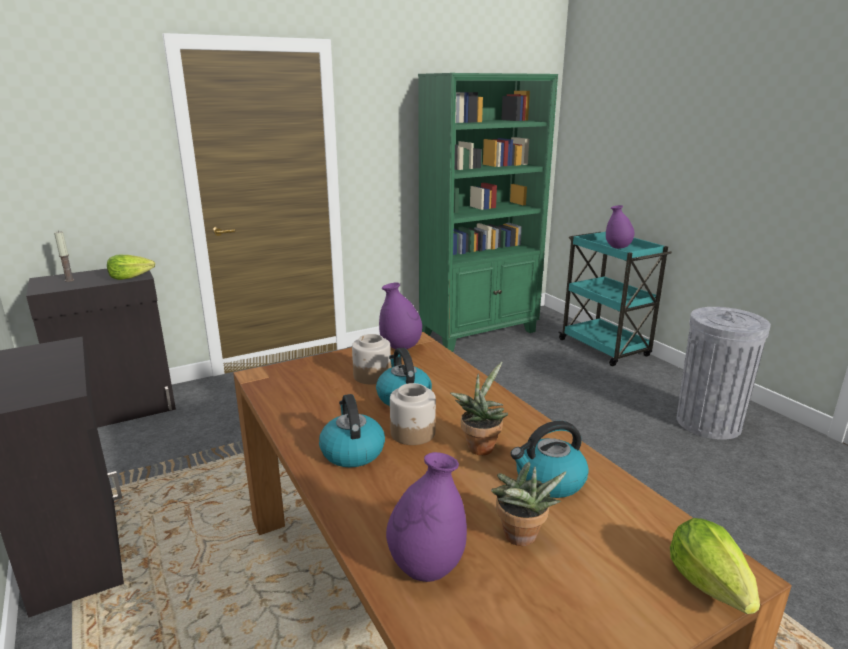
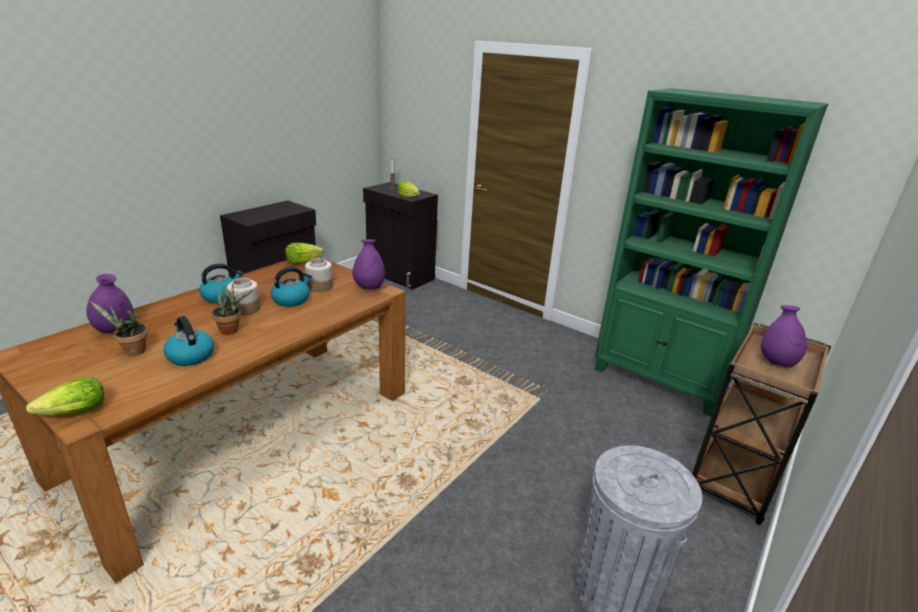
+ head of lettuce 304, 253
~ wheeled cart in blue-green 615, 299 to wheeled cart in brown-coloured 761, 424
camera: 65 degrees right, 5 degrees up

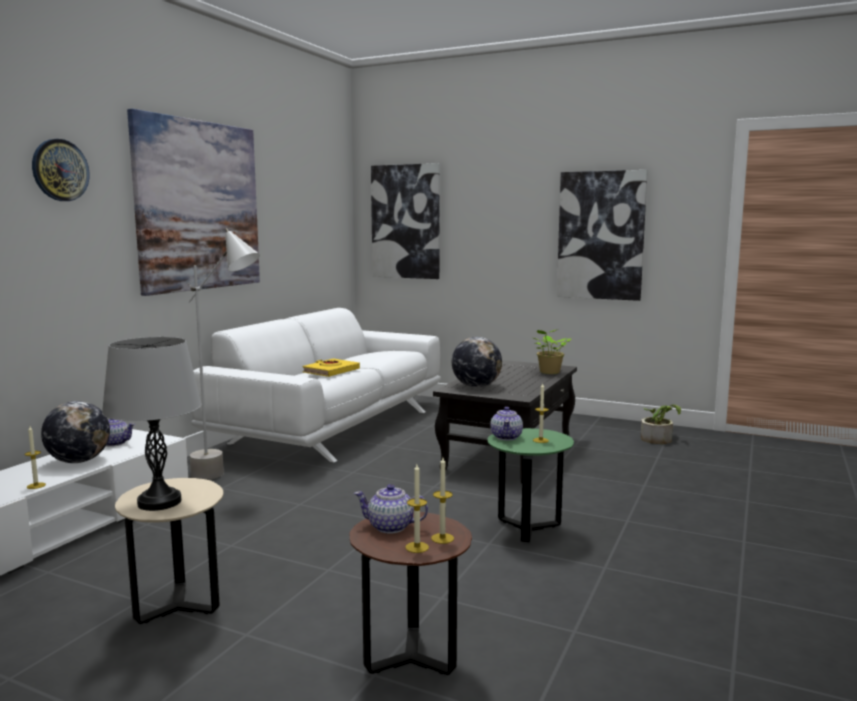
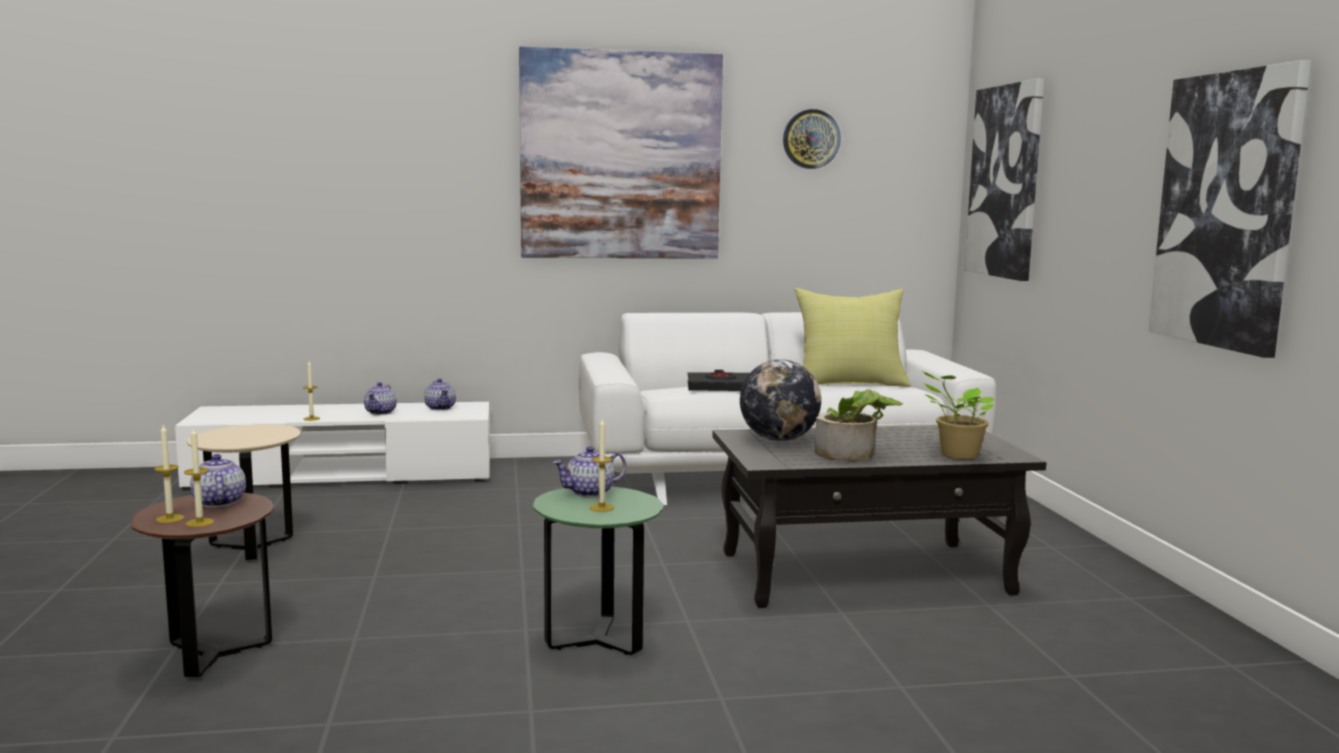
- table lamp in gray 151, 424
- standing lamp in gray 224, 354
+ cushion in yellow 852, 337
~ clock on the wall 60, 170 to 812, 139
~ potted plant 661, 424 to 859, 425
~ desk globe 75, 432 to teapot 380, 398
~ volume in yellow 331, 367 to volume in black-coloured 718, 380
camera: 55 degrees right, 0 degrees up

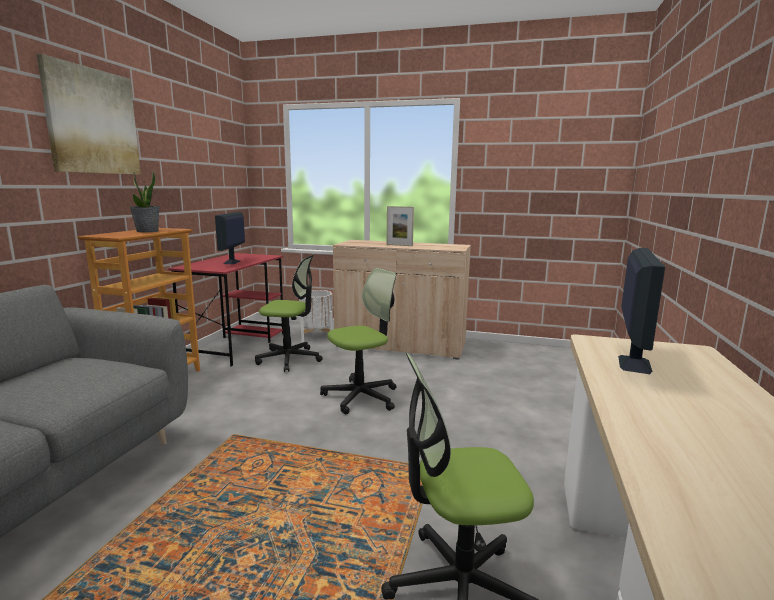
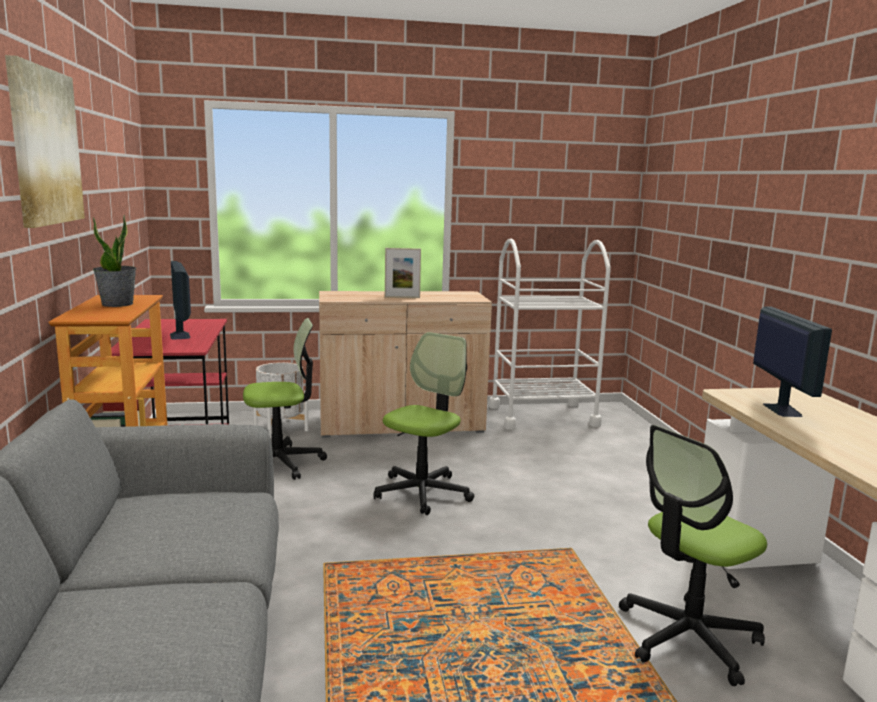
+ wheeled cart in whitish 550, 334
camera: 25 degrees left, 0 degrees up

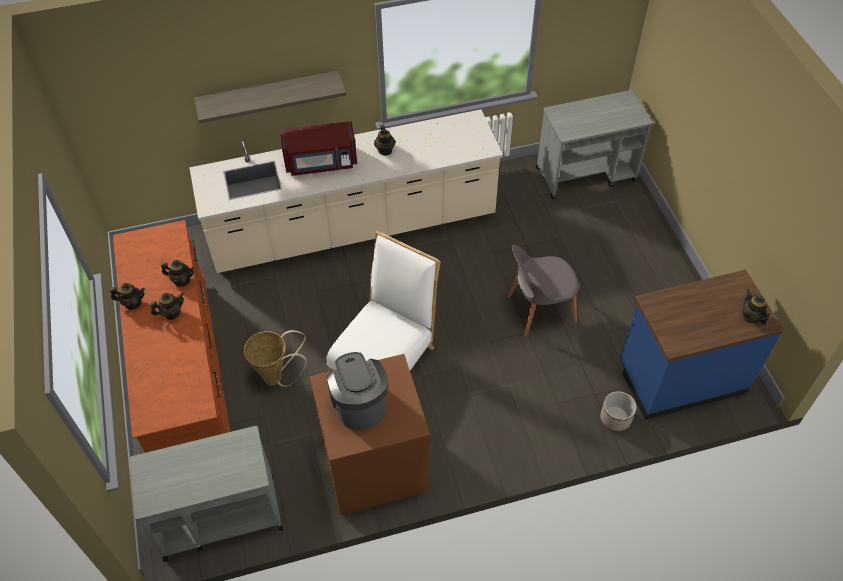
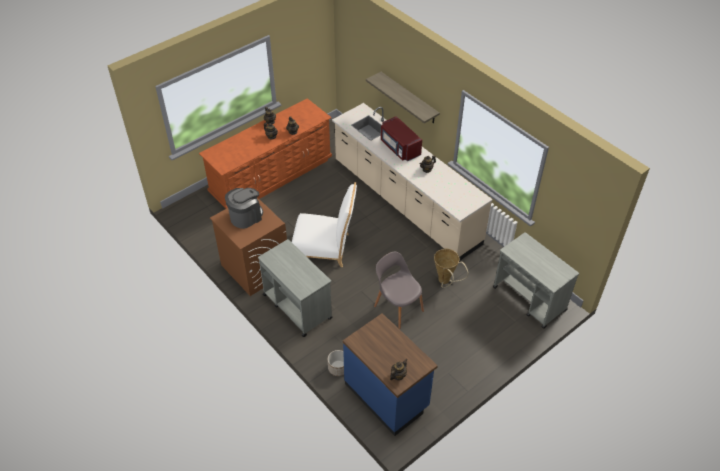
~ wheeled cart in gray 206, 494 to 295, 288
~ household basket 275, 358 to 451, 268
camera: 65 degrees right, 5 degrees down

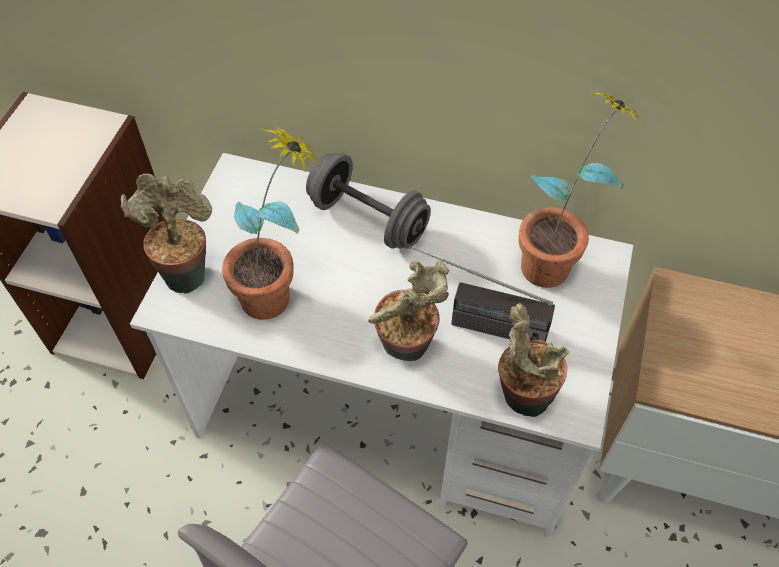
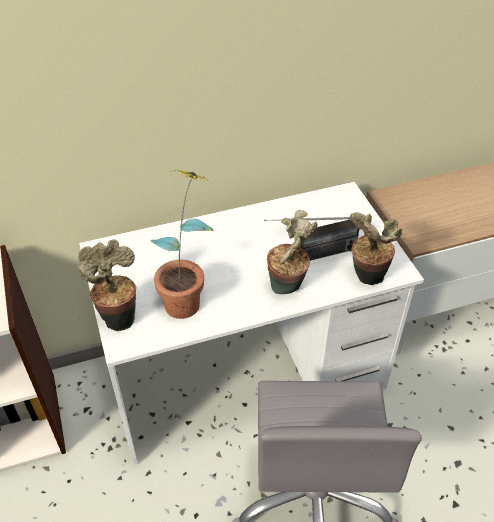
- hand weight in gray 368, 201
- potted plant 581, 187
camera: 35 degrees left, 10 degrees down

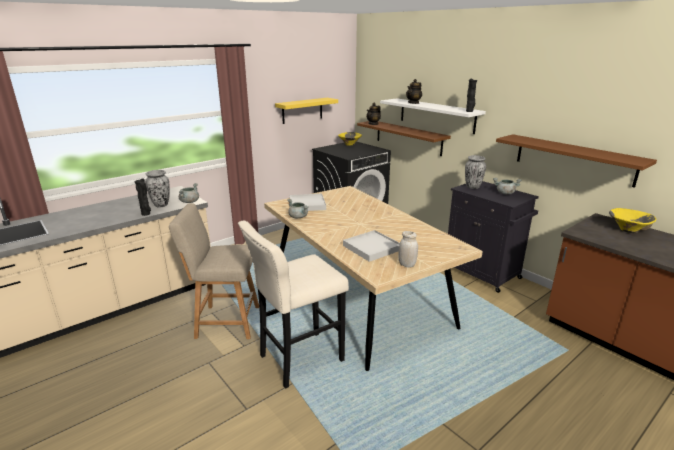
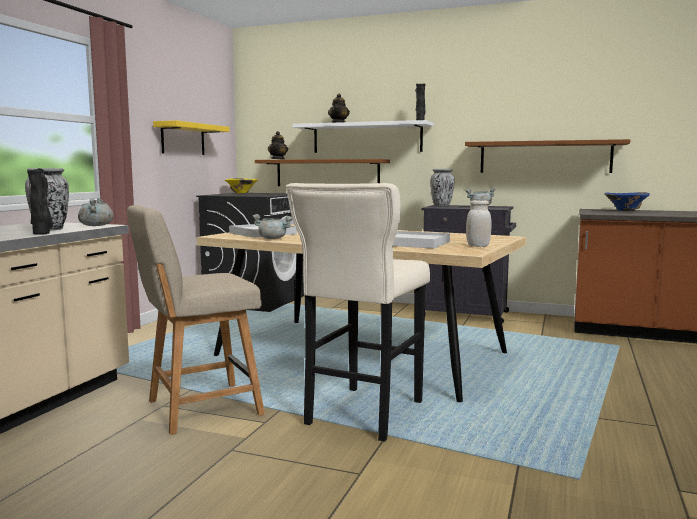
~ bowl in yellow 632, 220 to bowl in blue-coloured 627, 201
camera: 30 degrees left, 15 degrees down

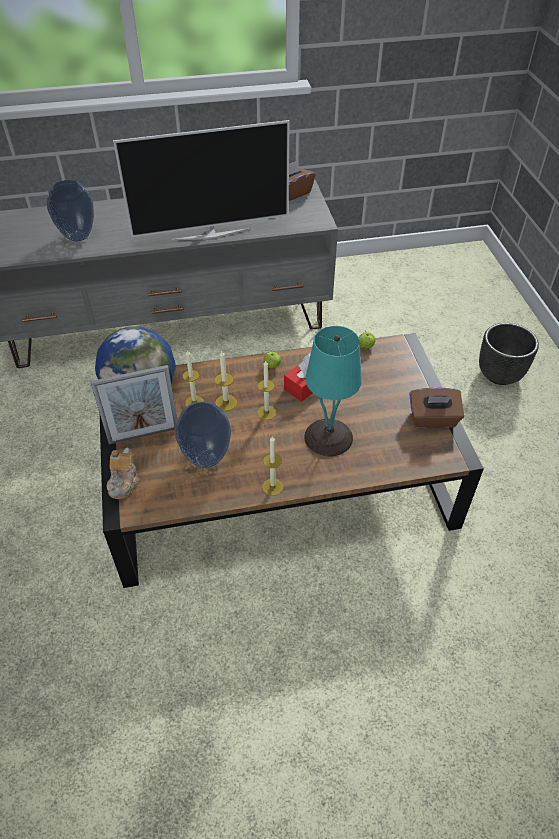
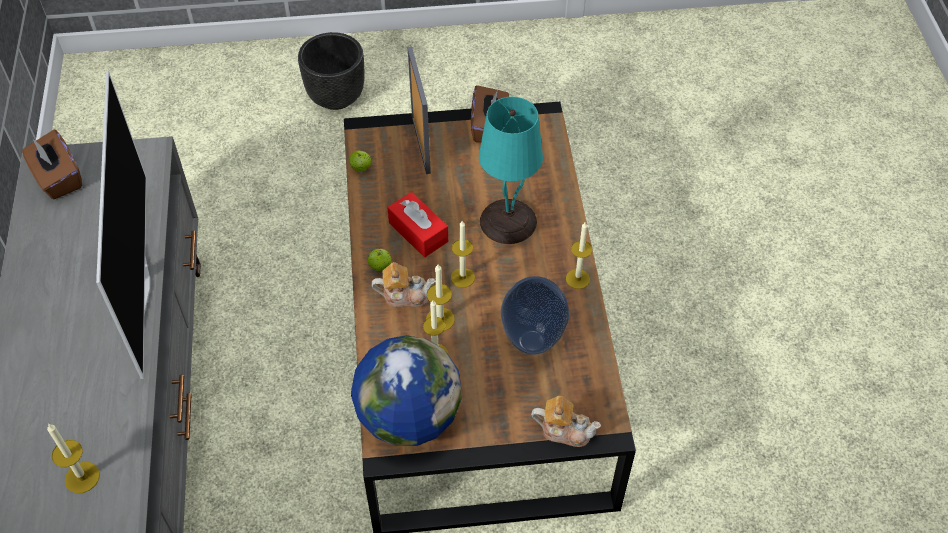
+ teapot 403, 284
~ picture frame 133, 405 to 419, 110
~ vase 70, 211 to wax light 73, 458
camera: 85 degrees left, 5 degrees up

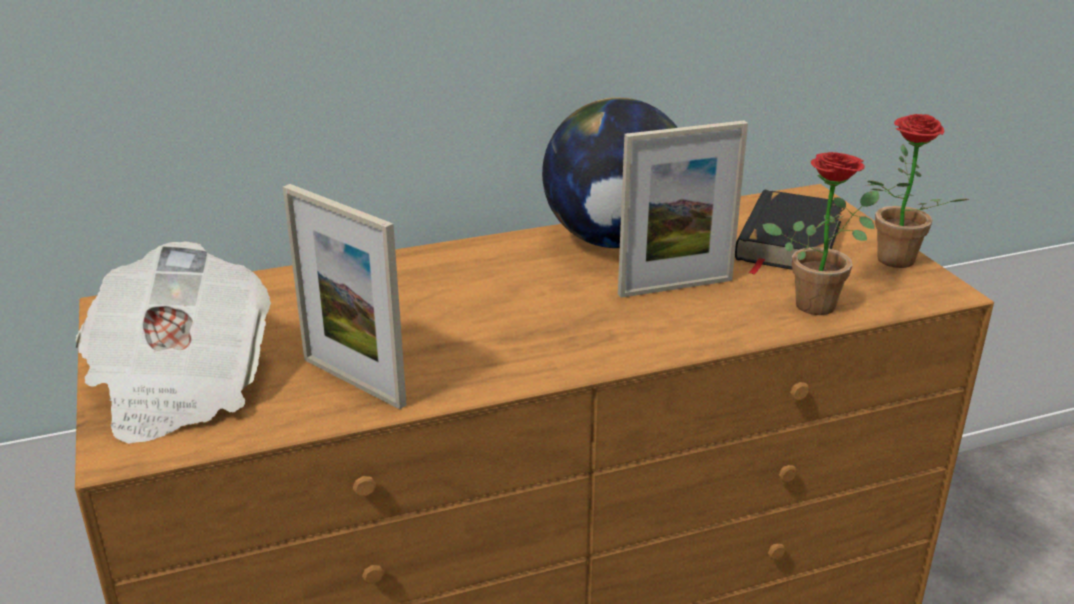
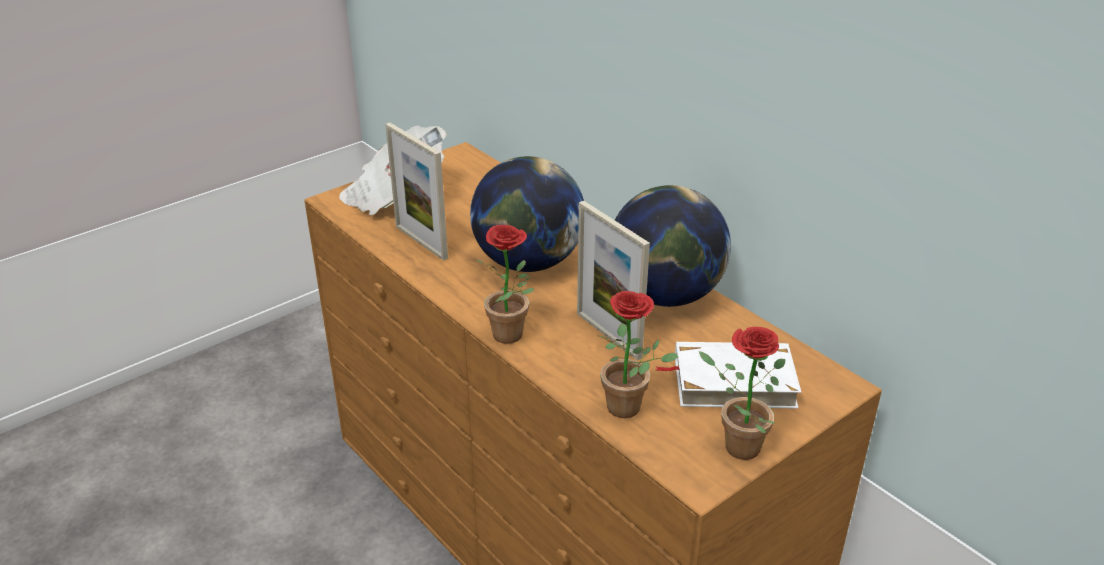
+ desk globe 527, 214
+ potted plant 505, 284
~ volume in black-coloured 788, 232 to volume in whitish 728, 375
~ picture frame 345, 296 = 416, 191 60 degrees counterclockwise
camera: 70 degrees right, 5 degrees up

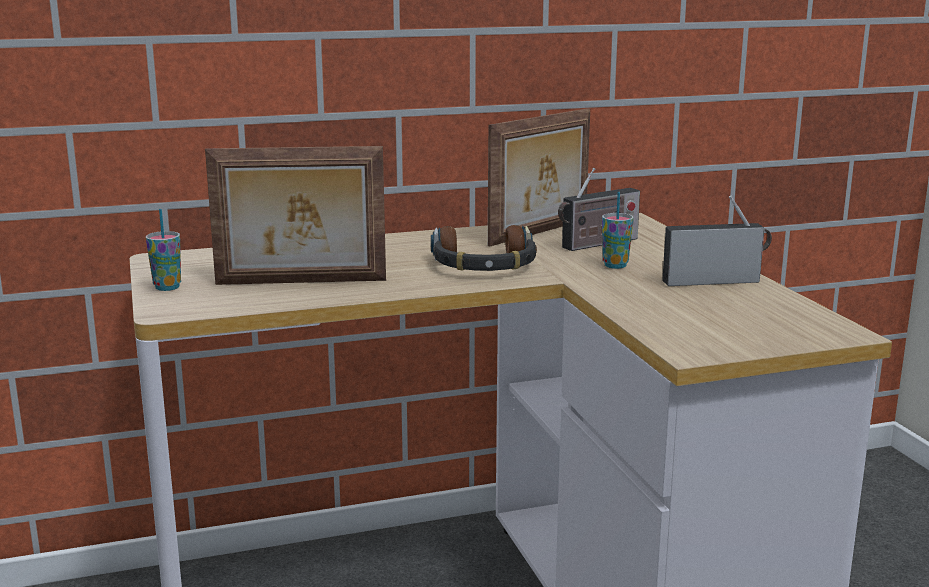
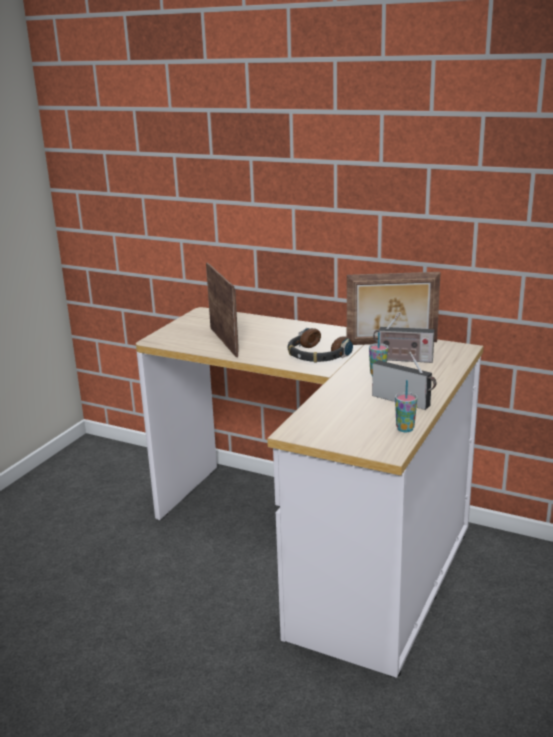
~ drinking cup 163, 250 to 406, 406
~ picture frame 295, 215 = 222, 309 150 degrees counterclockwise
camera: 45 degrees right, 5 degrees up

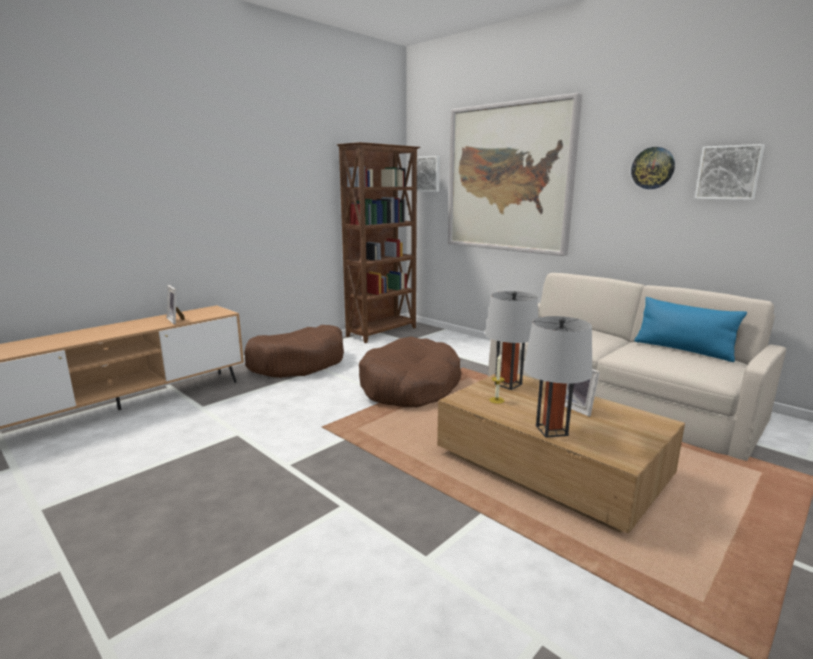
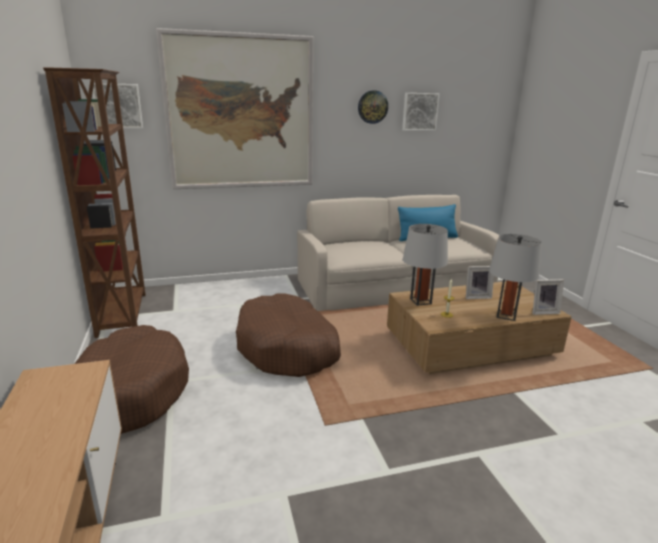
~ picture frame 176, 304 to 548, 297
camera: 60 degrees left, 5 degrees up

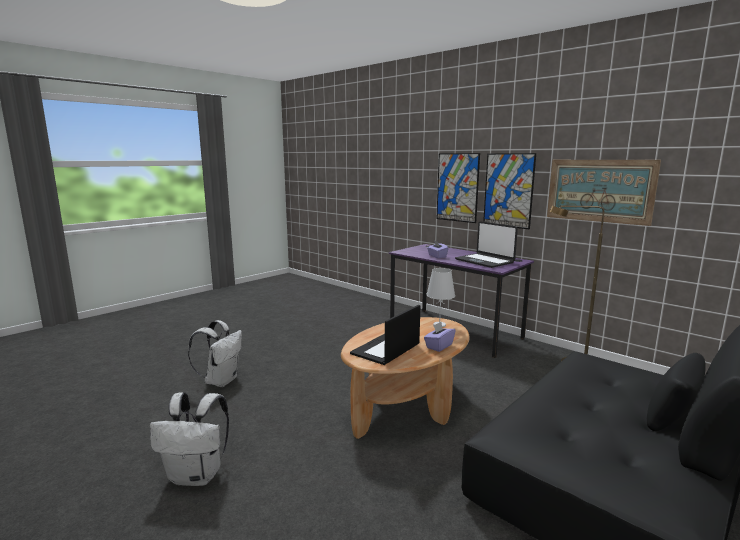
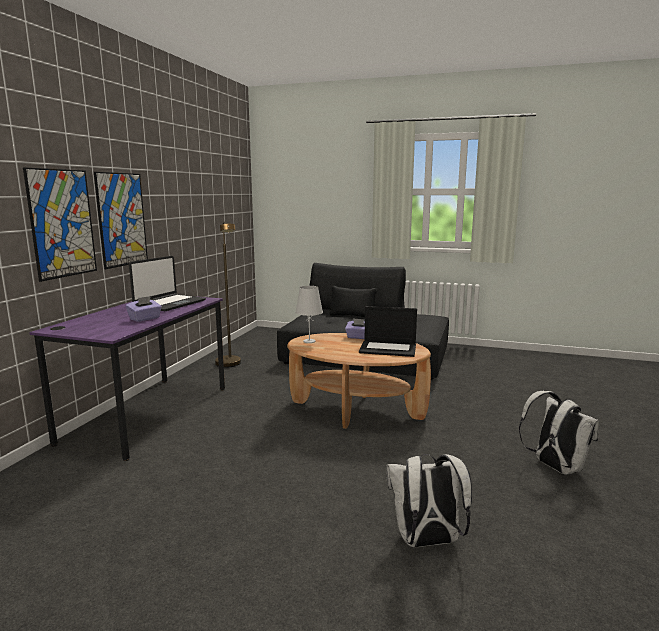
- wall art 604, 193
camera: 115 degrees left, 0 degrees up

